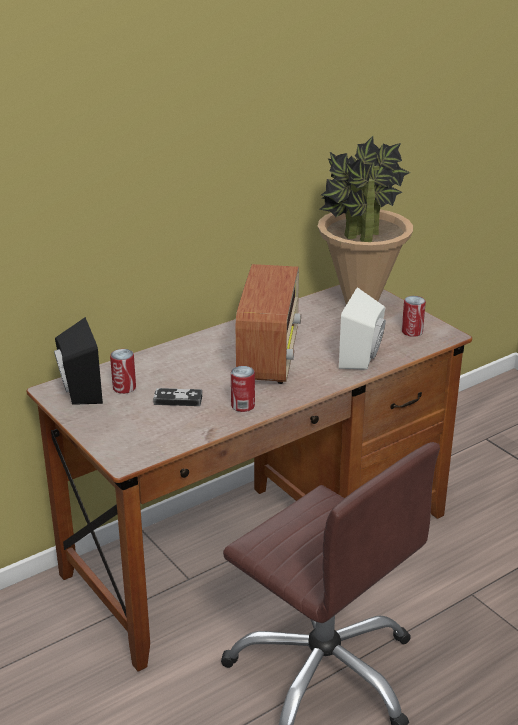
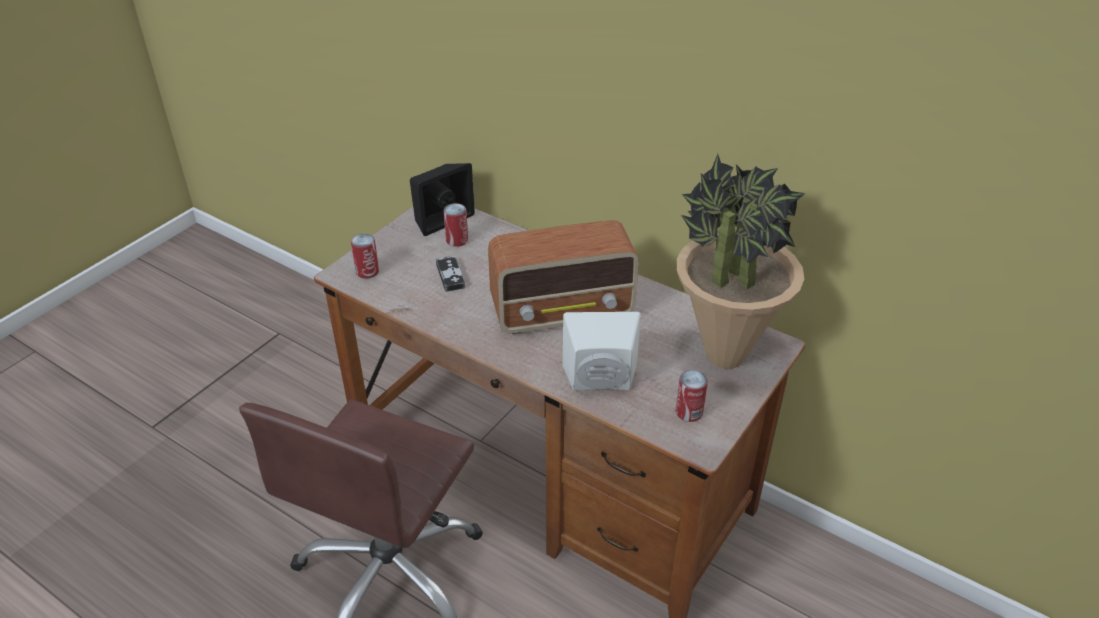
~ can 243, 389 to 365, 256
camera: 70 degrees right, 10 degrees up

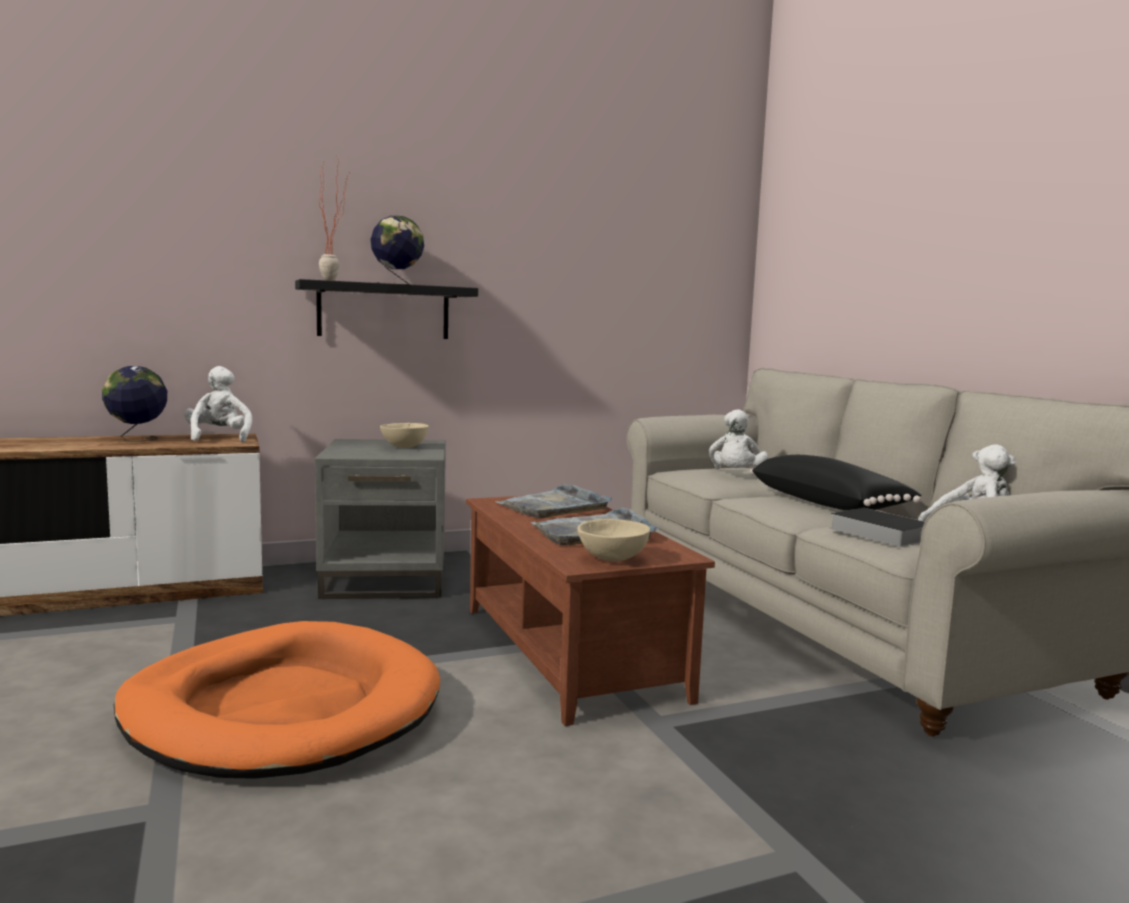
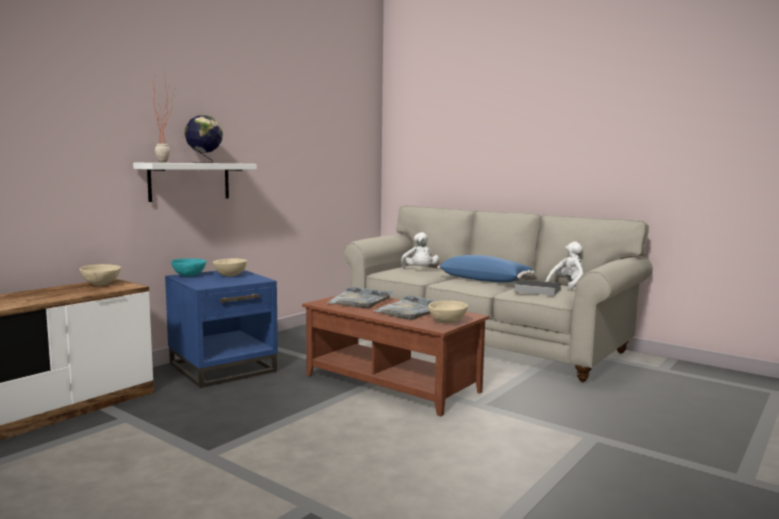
- desk globe 134, 404
- dog bed in orange-coloured 277, 700
+ bowl in blue-green 189, 267
~ soft toy in whitish 218, 404 to bowl in beige 100, 275
~ shelf in black-coloured 386, 309 to shelf in whitish 195, 182
~ end table in gray 380, 519 to end table in blue-coloured 221, 329
~ cushion in black-coloured 836, 483 to cushion in blue-coloured 486, 269
camera: 30 degrees left, 0 degrees up

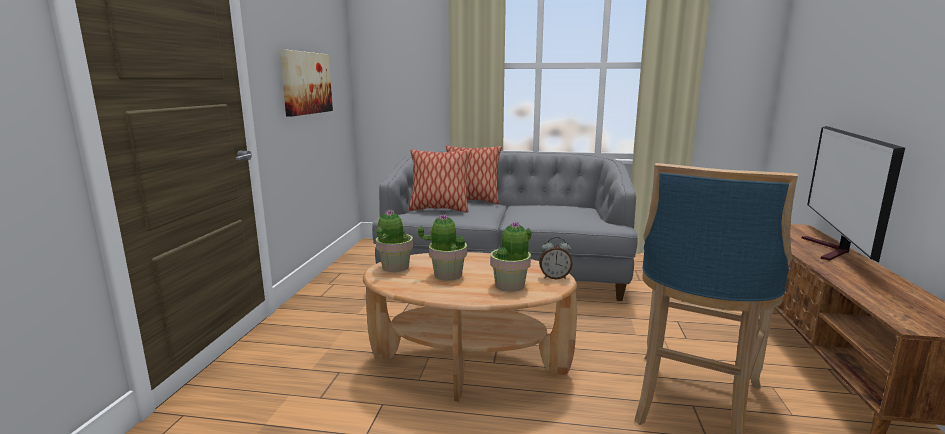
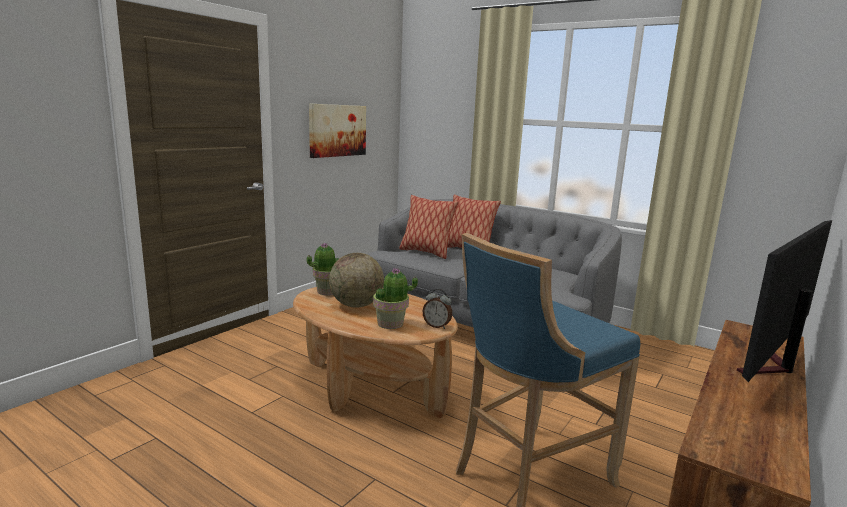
~ potted plant 442, 247 to desk globe 356, 280
camera: 25 degrees right, 0 degrees up

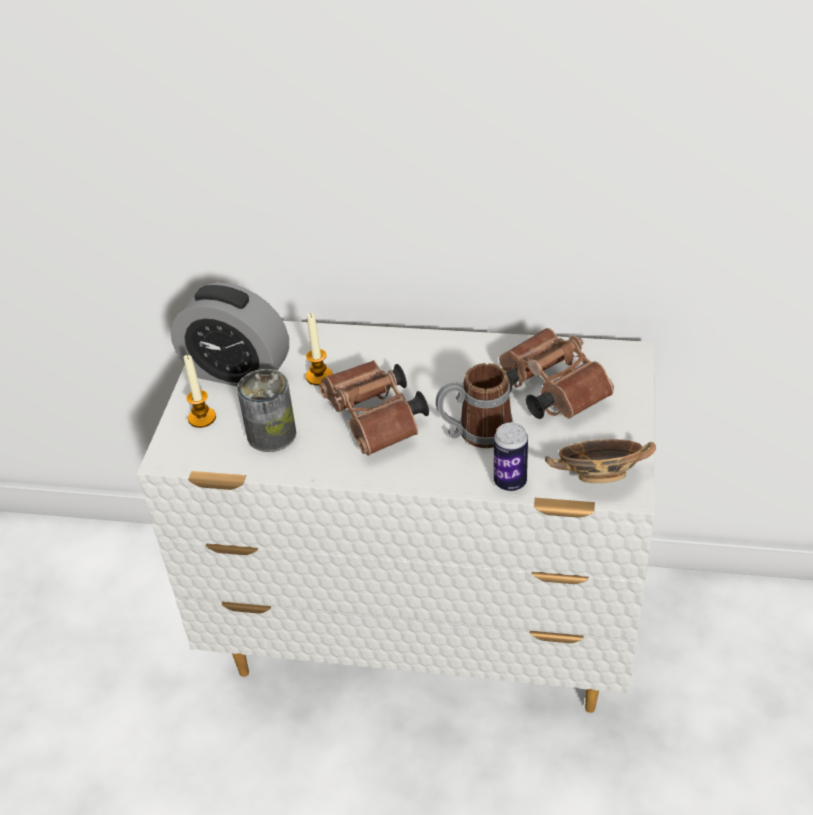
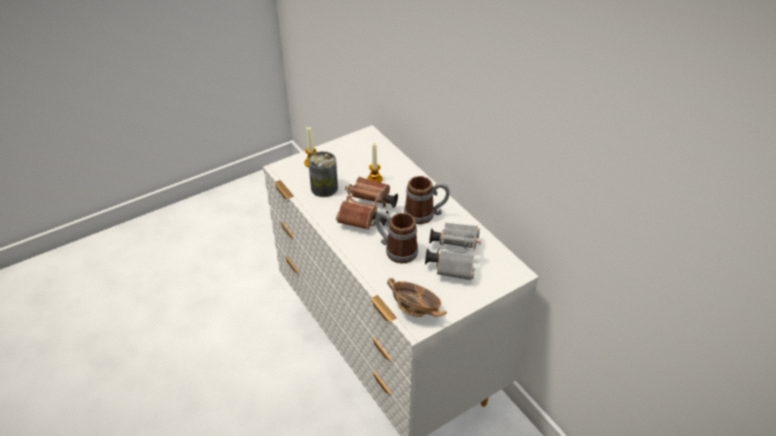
- bedside clock 229, 334
- can 511, 457
+ mug 426, 200
~ pair of binoculars in brown-coloured 556, 373 to pair of binoculars in gray 453, 251
camera: 45 degrees right, 0 degrees up

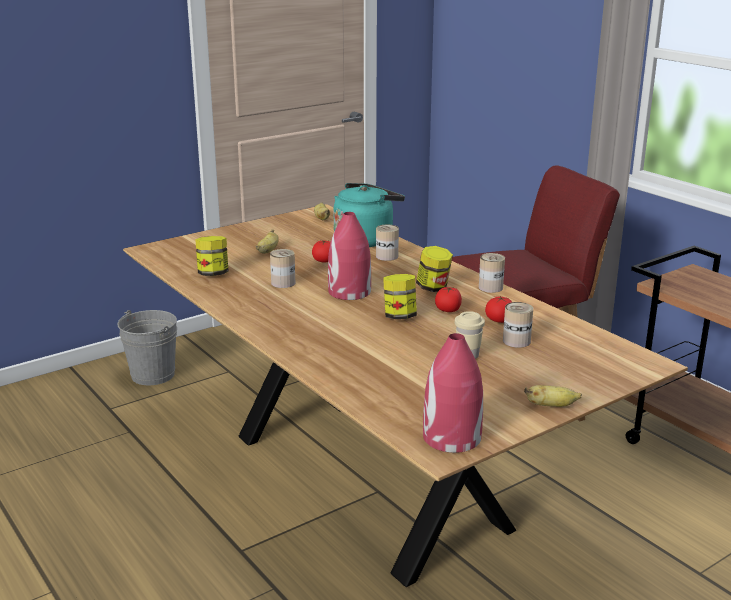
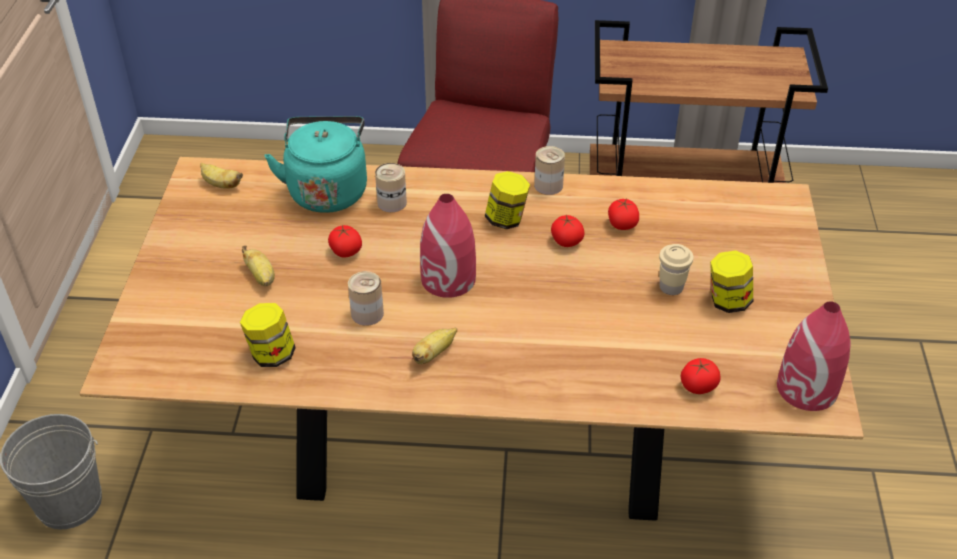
- can 518, 325
+ fresh tomato 701, 376
~ storage jar 400, 296 to 731, 281
~ whole banana 553, 396 to 434, 346
camera: 50 degrees left, 20 degrees up

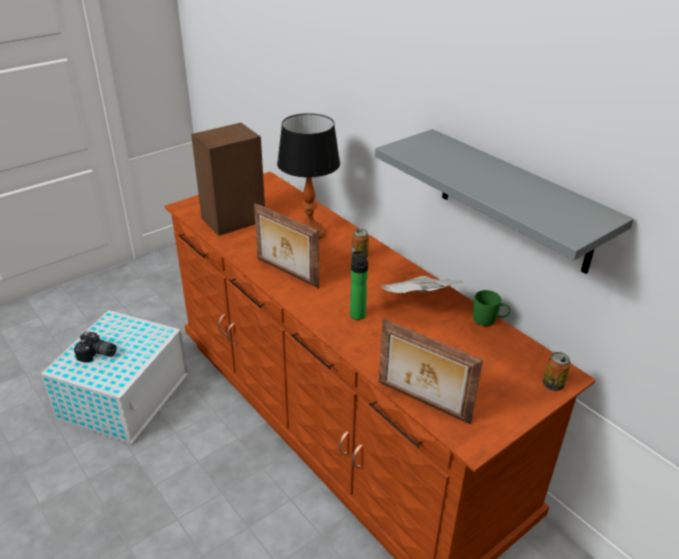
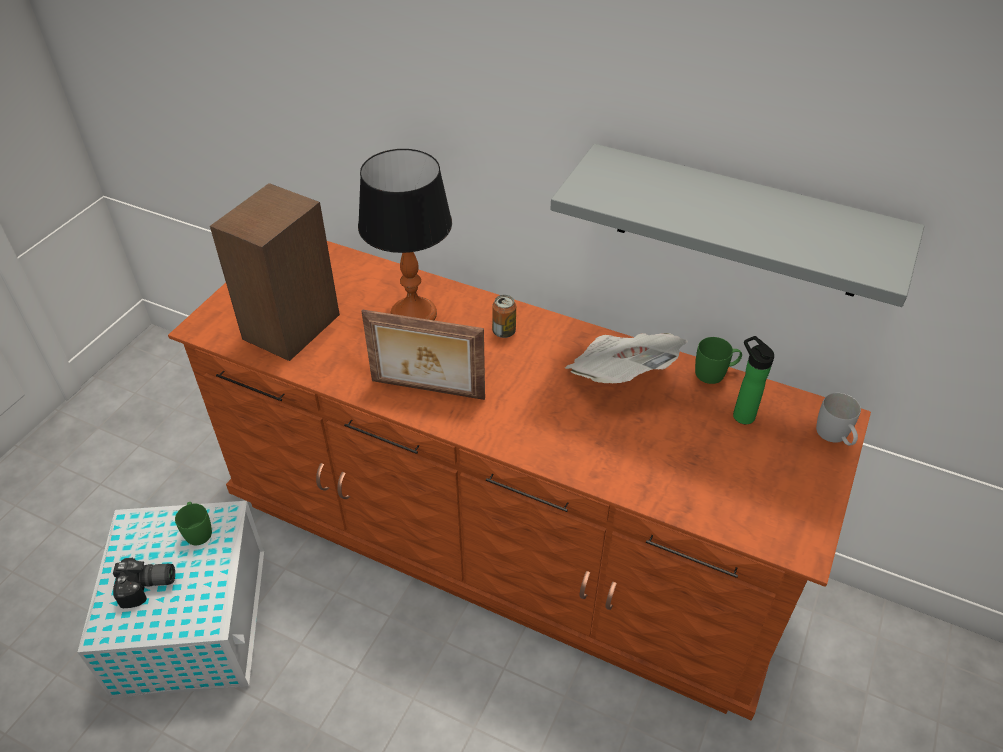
- picture frame 431, 371
+ mug in greenish 193, 523
~ beverage bottle 359, 285 to 753, 380
~ can 557, 371 to mug in whitish 838, 419
camera: 25 degrees left, 10 degrees up

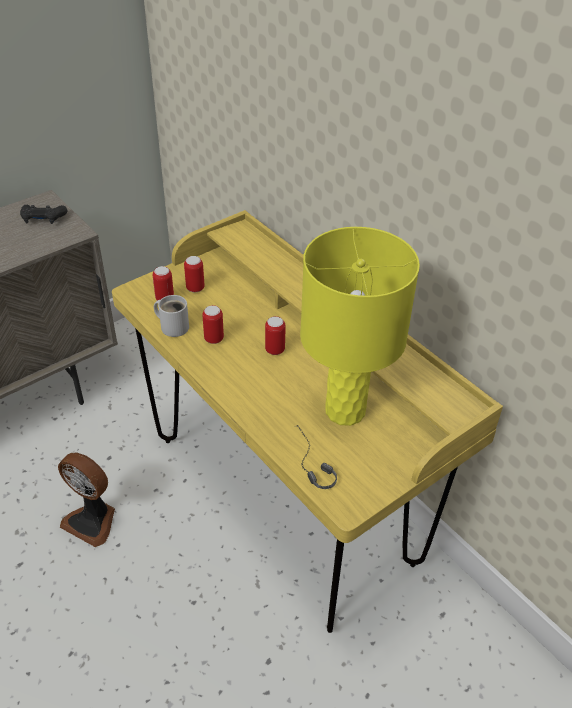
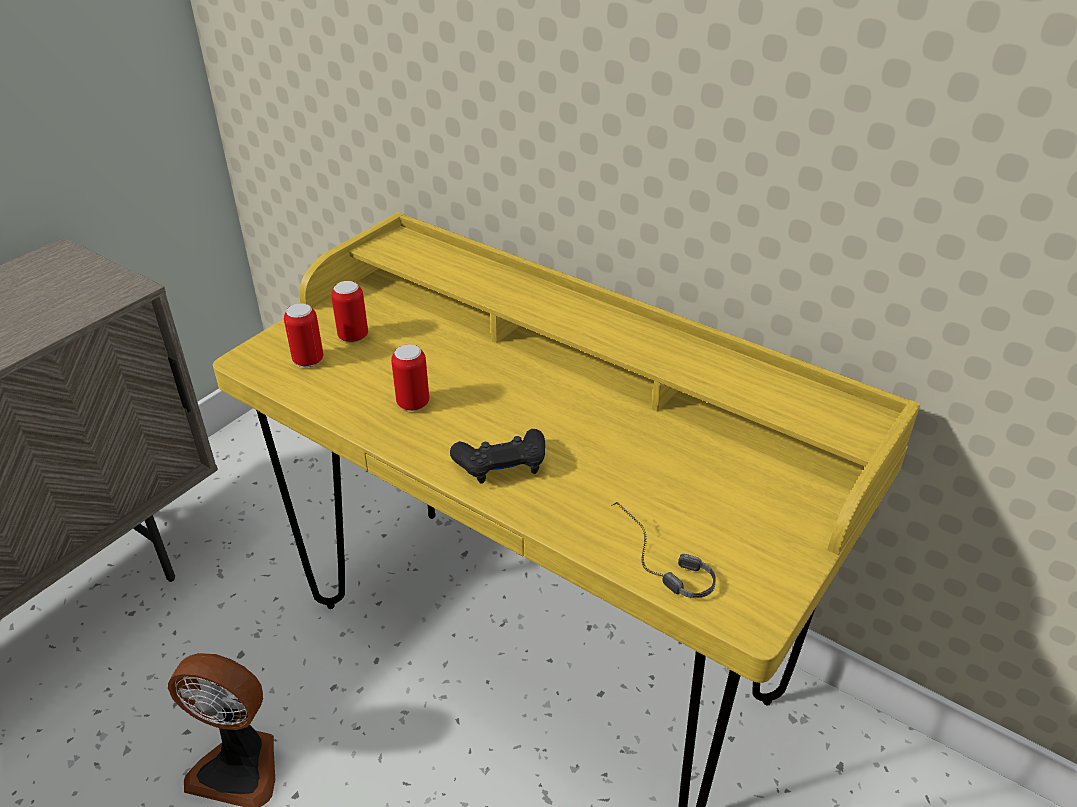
- mug in whitish 171, 316
- can 275, 335
- table lamp in yellow 360, 326
~ game controller in black-coloured 43, 214 to 497, 456
camera: 15 degrees left, 5 degrees down

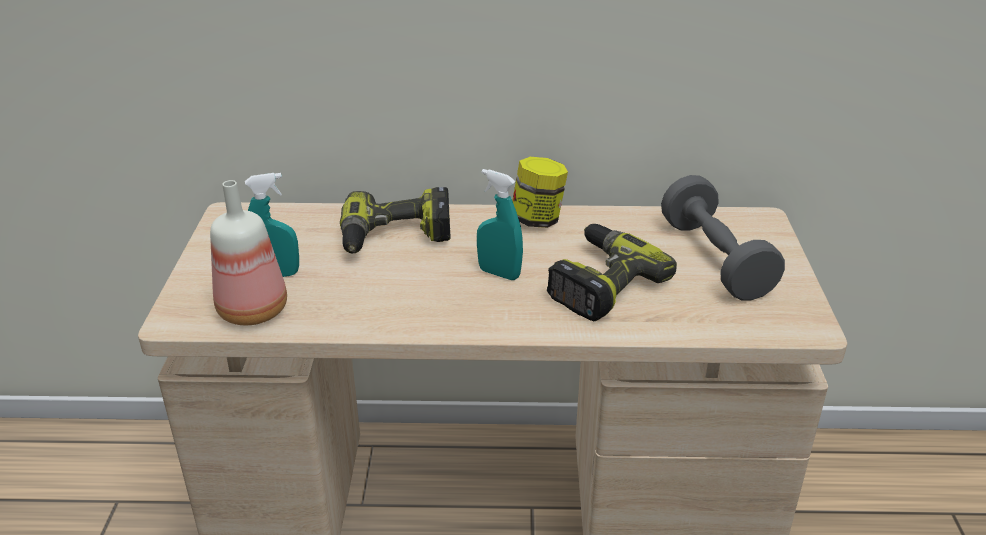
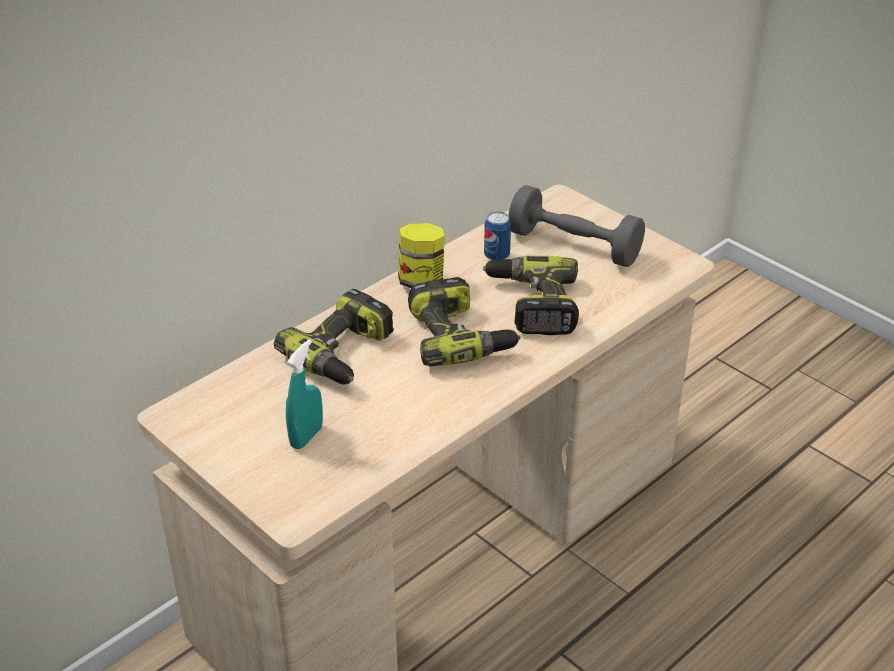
- beverage bottle 248, 252
+ can 497, 235
~ hand sprayer in blue-green 500, 224 to power drill 464, 321
camera: 45 degrees left, 5 degrees up

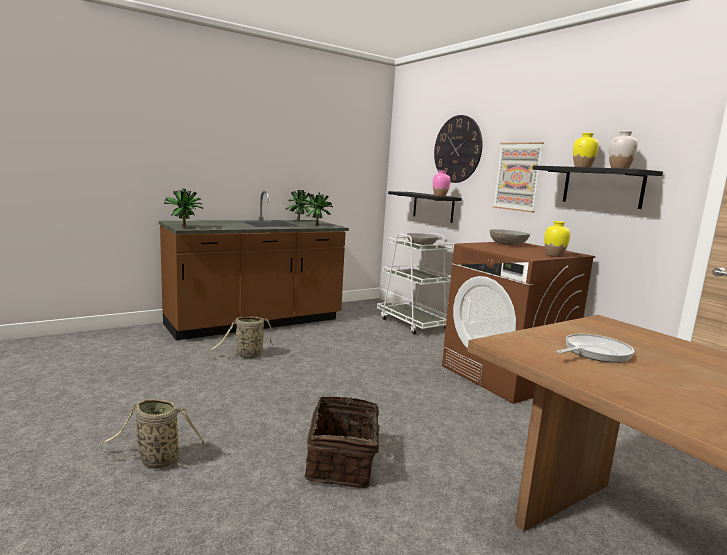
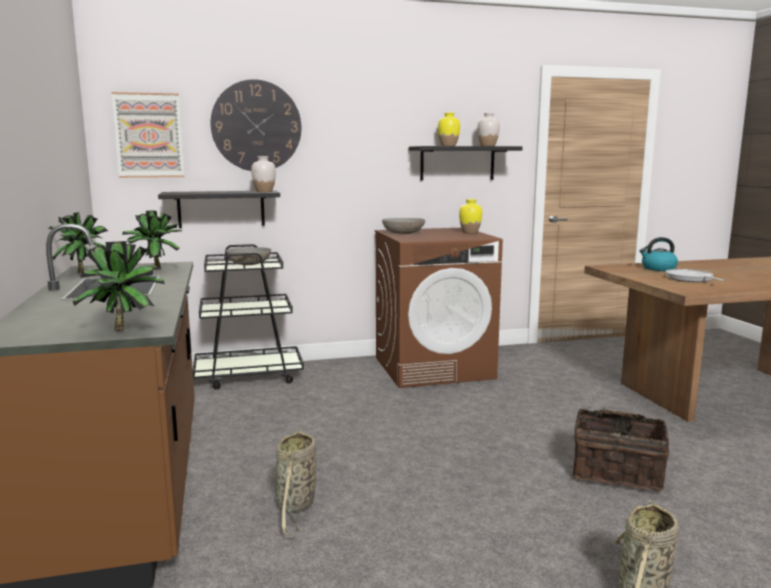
+ water kettle 658, 254
~ wall art 518, 177 to 147, 135
~ wheeled cart in whitish 415, 284 to wheeled cart in black-coloured 248, 316
~ vase in pink-coloured 442, 183 to vase in whitish 263, 174
camera: 70 degrees left, 0 degrees up

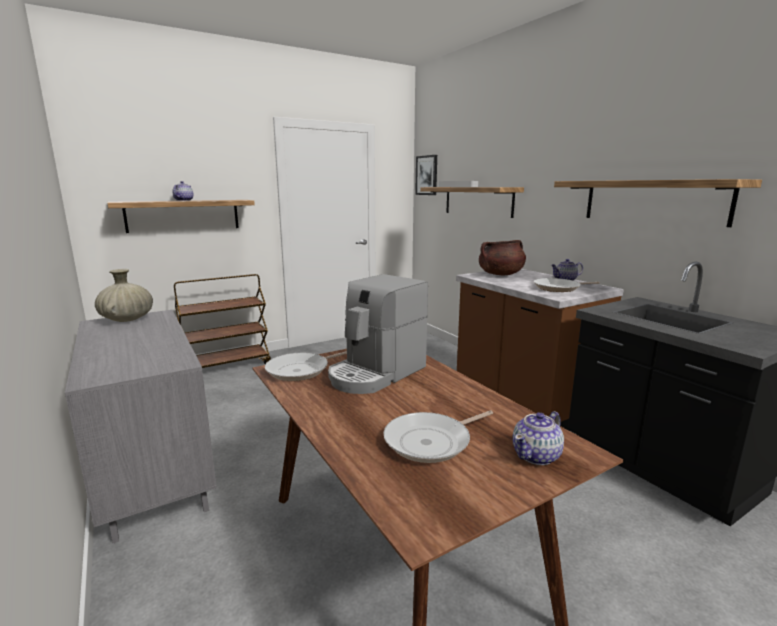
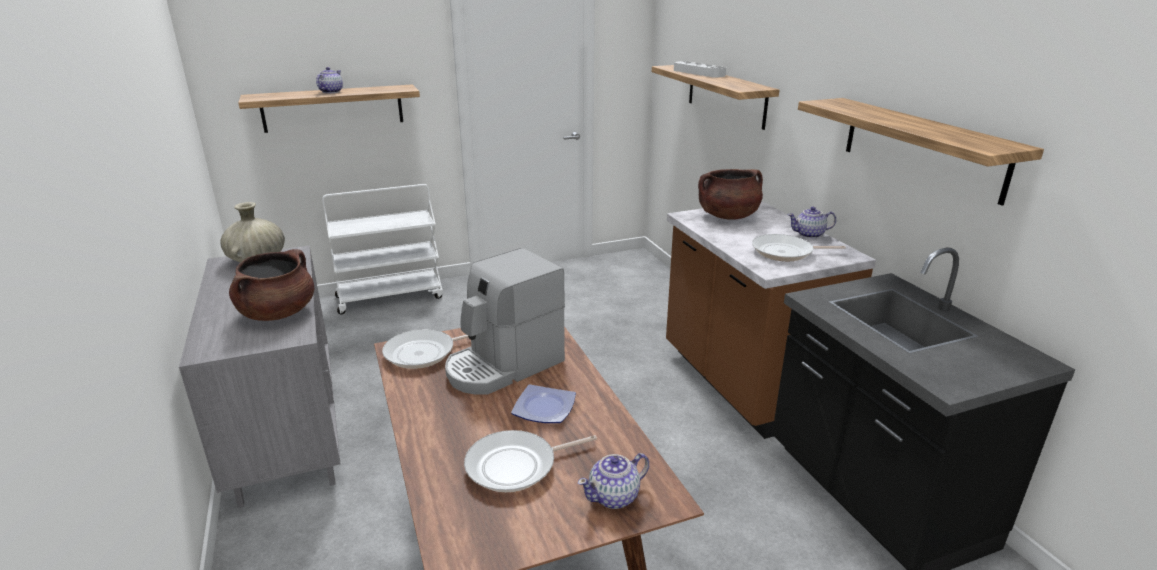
- wall art 426, 175
+ saucepot in brown-coloured 271, 285
+ dinner plate 543, 403
~ wheeled cart in brown-coloured 222, 321 to wheeled cart in whitish 382, 249
camera: 10 degrees right, 10 degrees up

